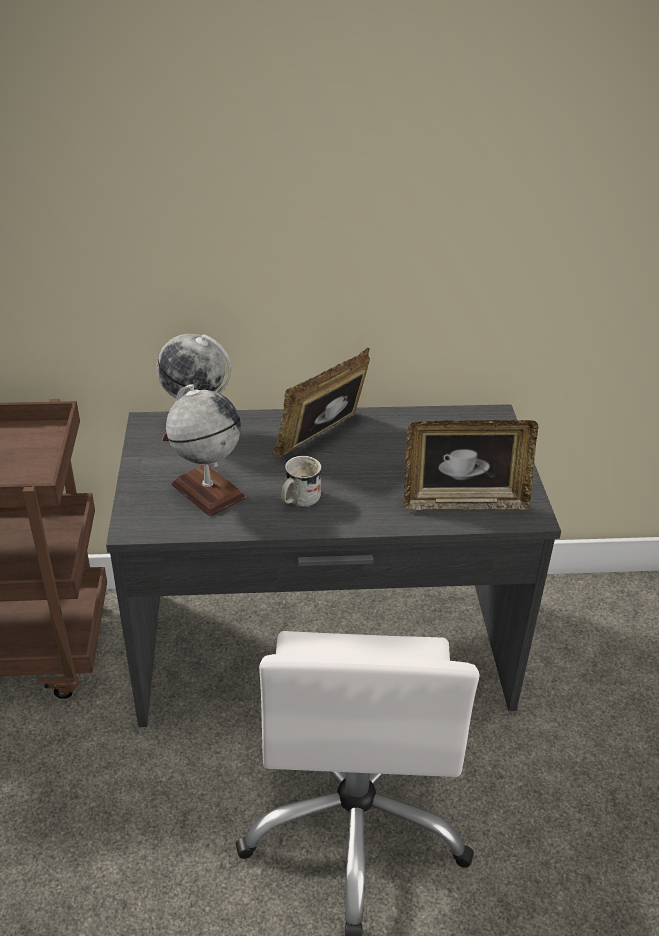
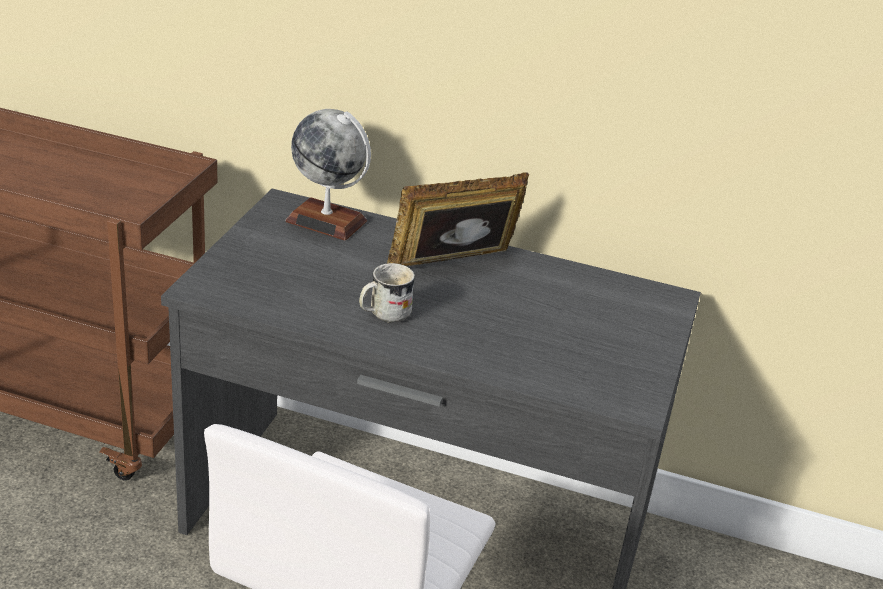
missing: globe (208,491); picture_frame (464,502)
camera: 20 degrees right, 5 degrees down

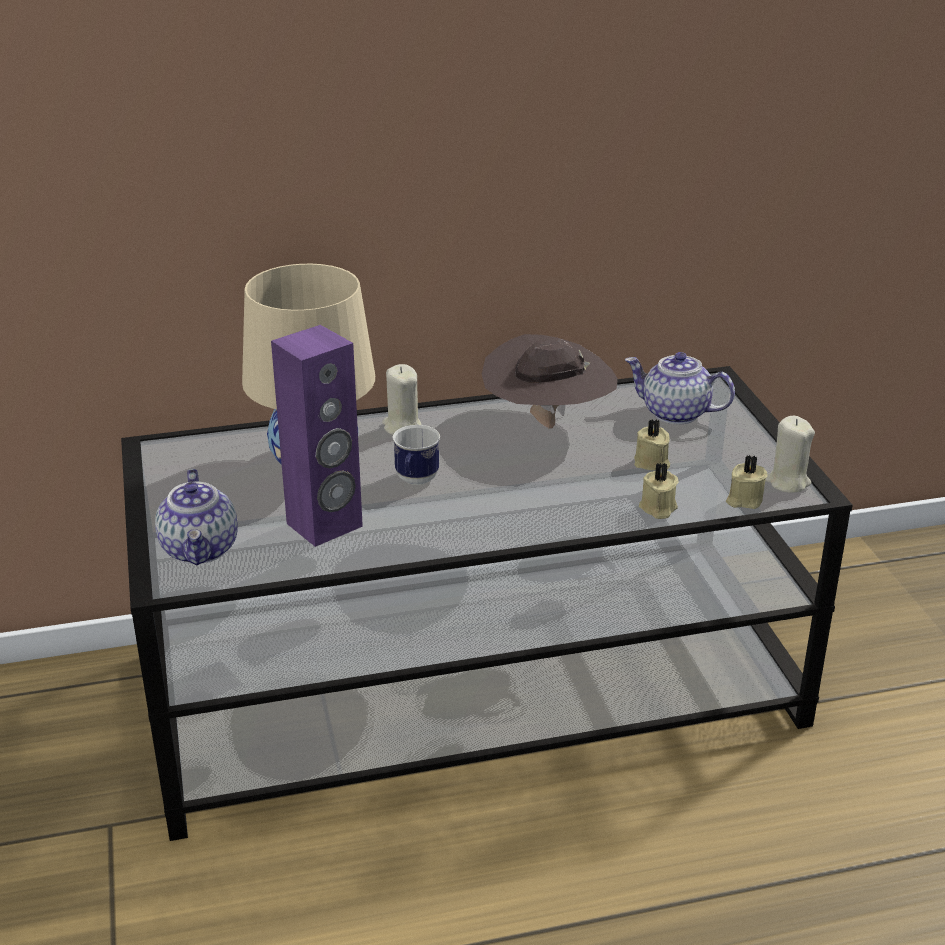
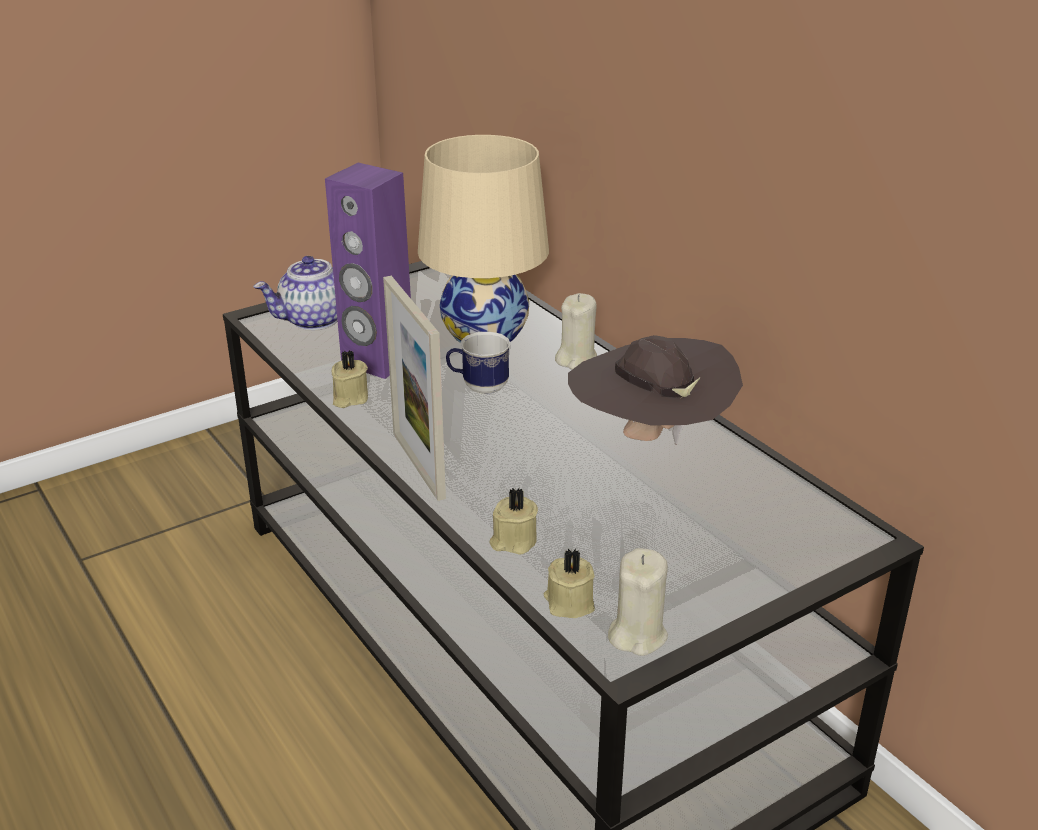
missing: teapot (674,413)
appeared: picture_frame (418,465)
relocated: beige_candle (652,463) to (349,398)
camera: 70 degrees right, 0 degrees up

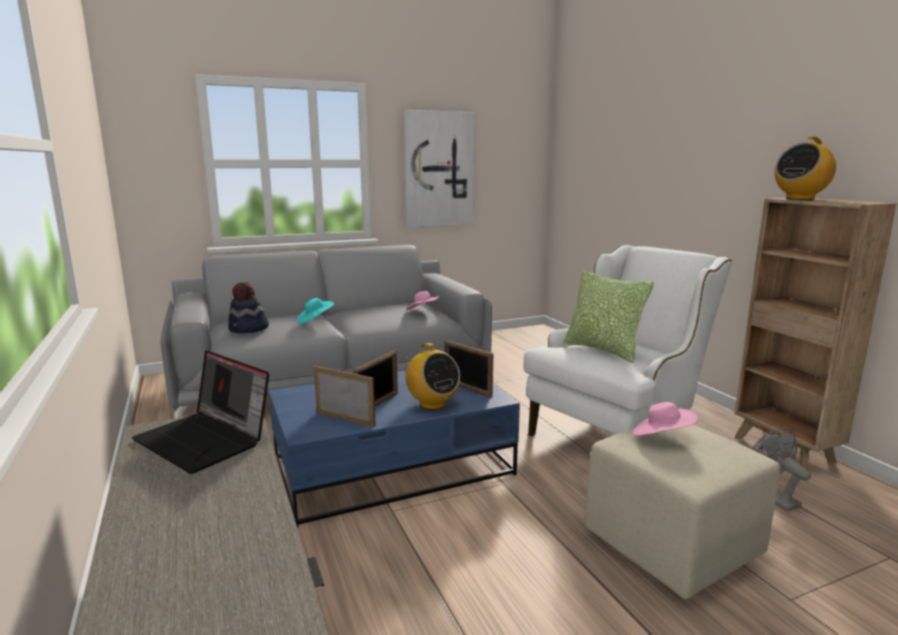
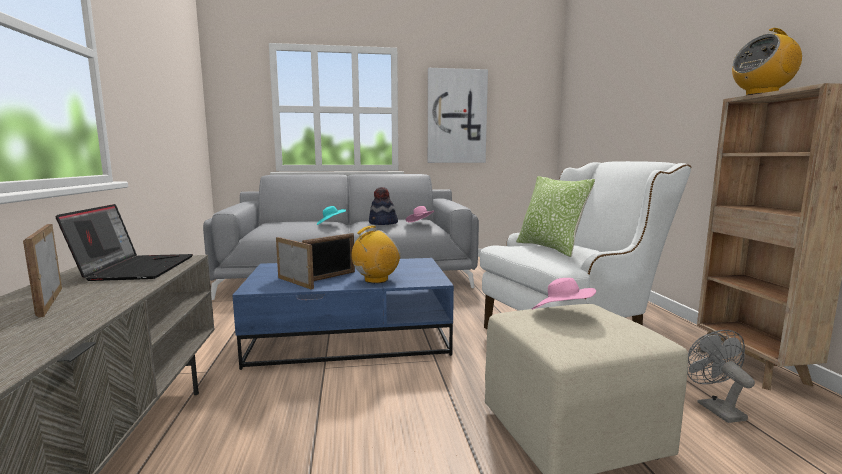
relocated: hat (248,329) to (383,223); picture_frame (467,389) to (50,301)
spun: laptop (206,440) = (135,268) 150 degrees counterclockwise; radio (432,404) = (376,280) 105 degrees counterclockwise
camera: 15 degrees right, 5 degrees down

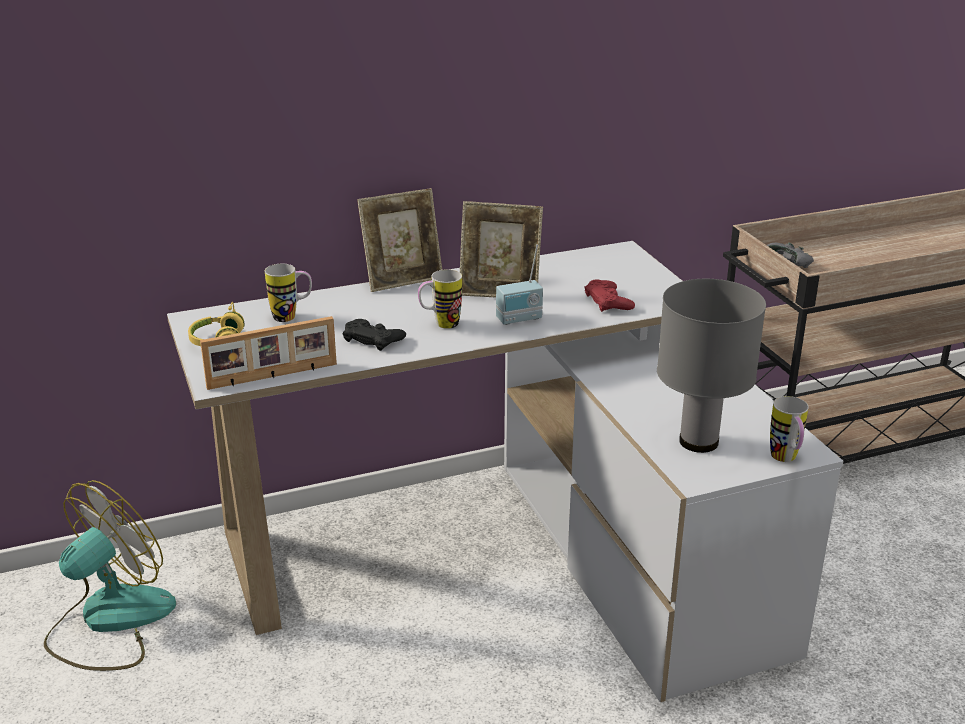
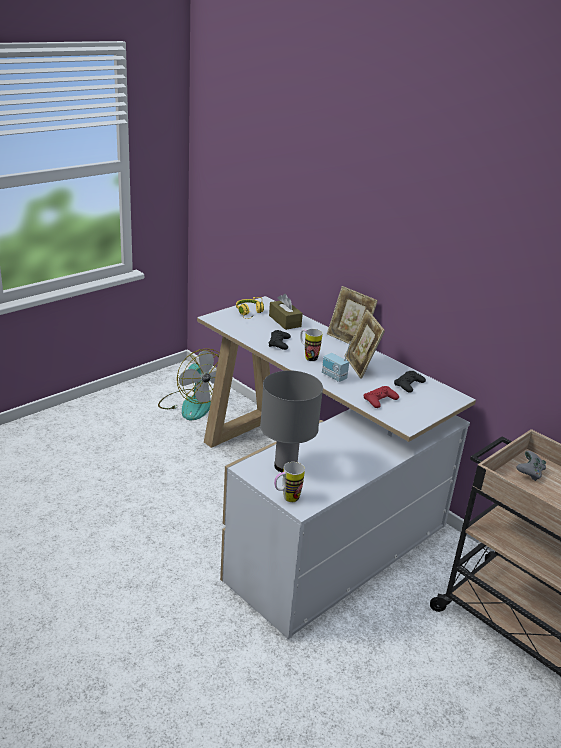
missing: picture_frame (273,376)
appeared: black_game_controller (409,384)
exchanged: mug (292,317) to brown_tissue_box (285,321)
spun: fan (109,621) = (191,404) 45 degrees clockwise
camera: 65 degrees right, 0 degrees up

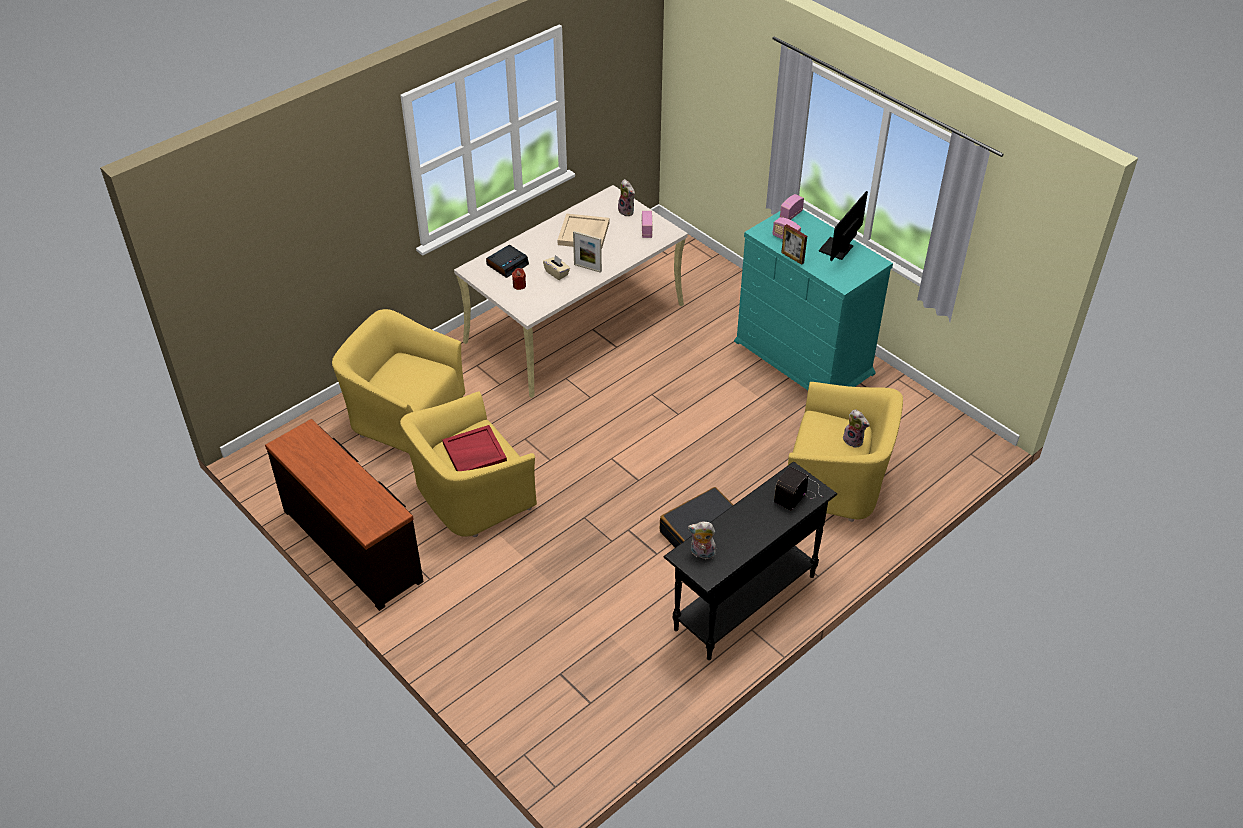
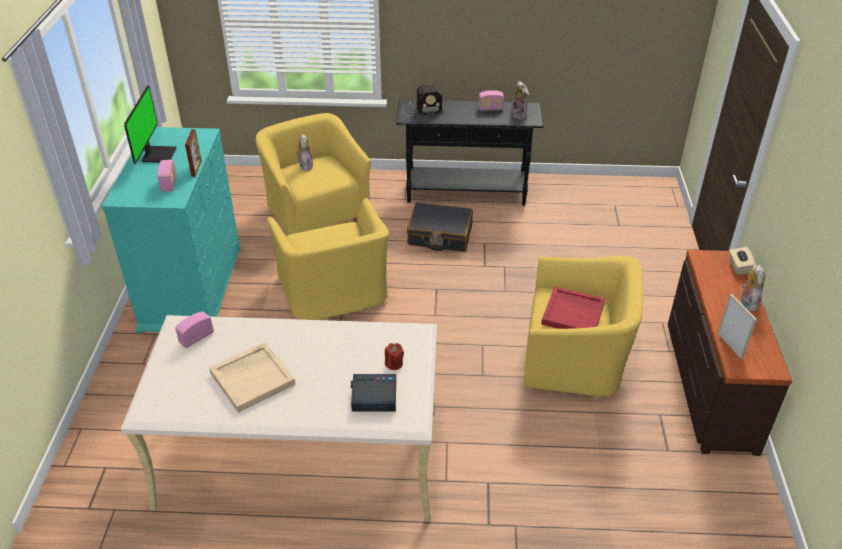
relocated: yellow_armchair (404,414) to (334,292); beige_tissue_box (557,273) to (739,267); picture_frame (587,268) to (730,346); plush_toy (627,211) to (747,302); radio (790,215) to (490,108)
spun: monitor (837,250) = (157,154) 75 degrees counterclockwise
camera: 135 degrees left, 5 degrees down

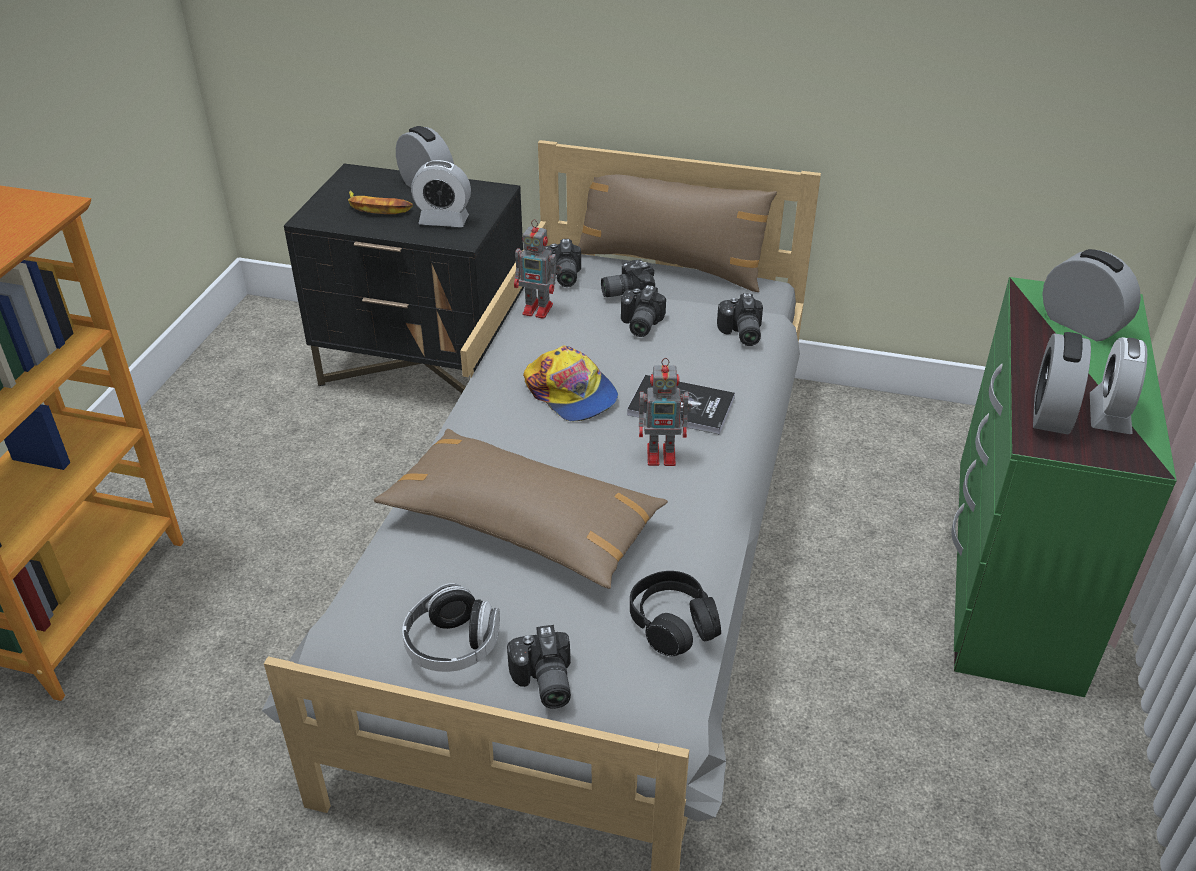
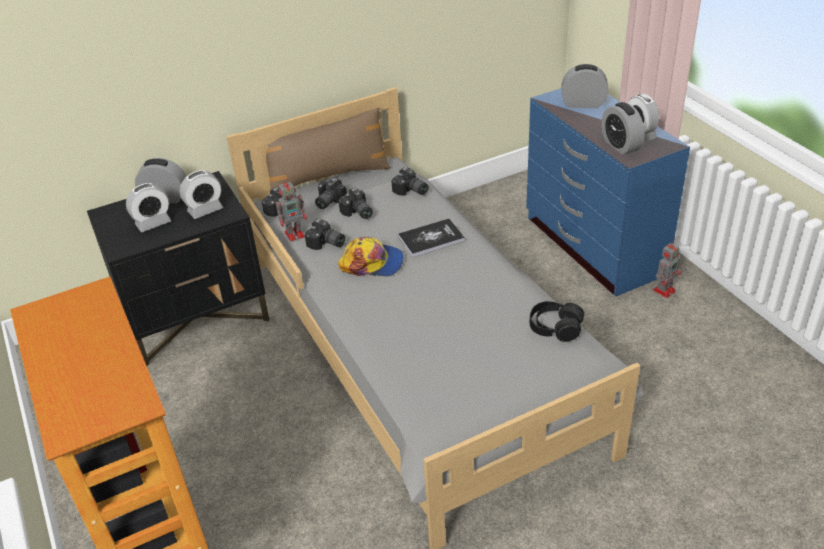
missing: brown_pillow (522,524); headphones (452,645)
relocated: photo_camera (542,683) to (326,244); toy_robot (663,455) to (664,290)
exchanged: banana (378,208) to alarm_clock (153,223)
colour: green_dresser (1011,579) to blue_dresser (593,246)
camera: 40 degrees left, 0 degrees up

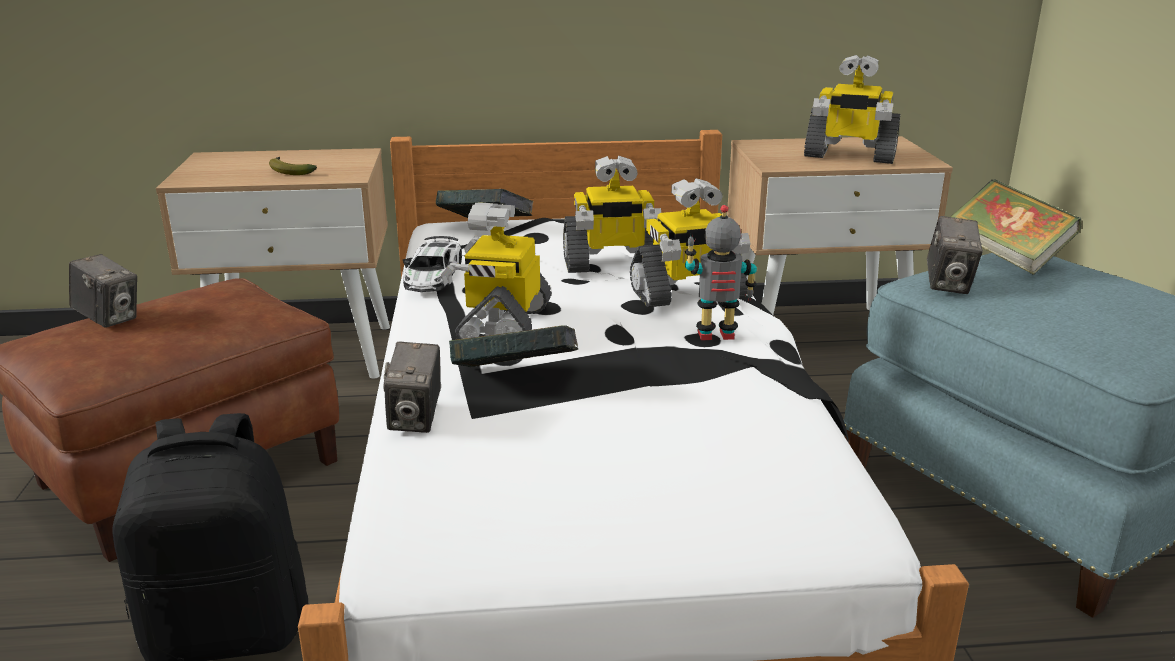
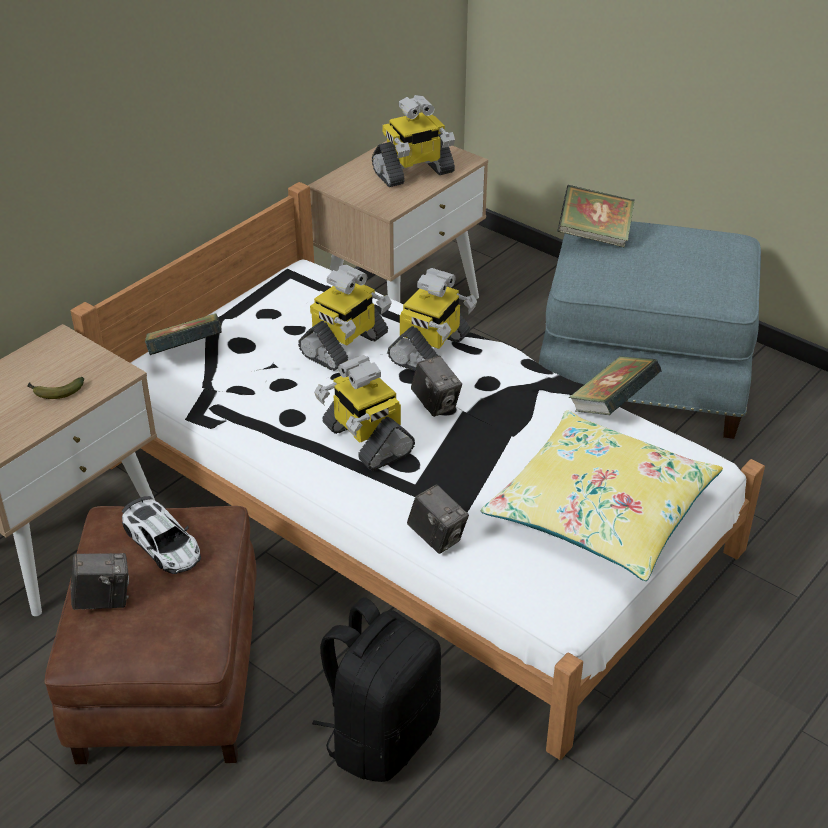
missing: toy_robot (716,336)
appeared: yellow_pillow (600,510)
relocated: toy_car (433,275) to (163,543); book (516,380) to (612,405); photo_camera (948,285) to (436,404)
camera: 45 degrees left, 15 degrees up

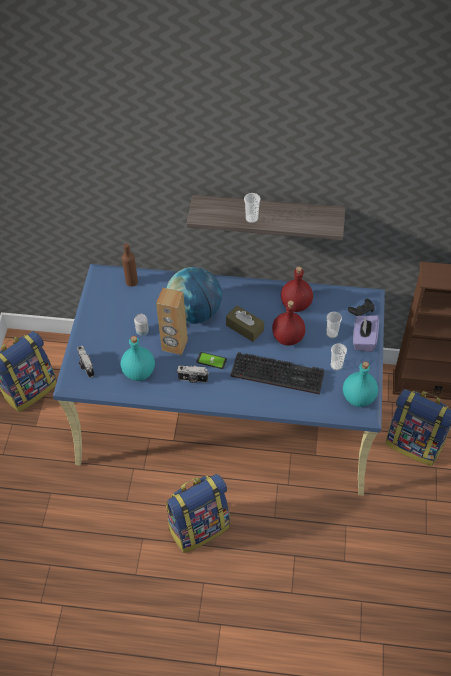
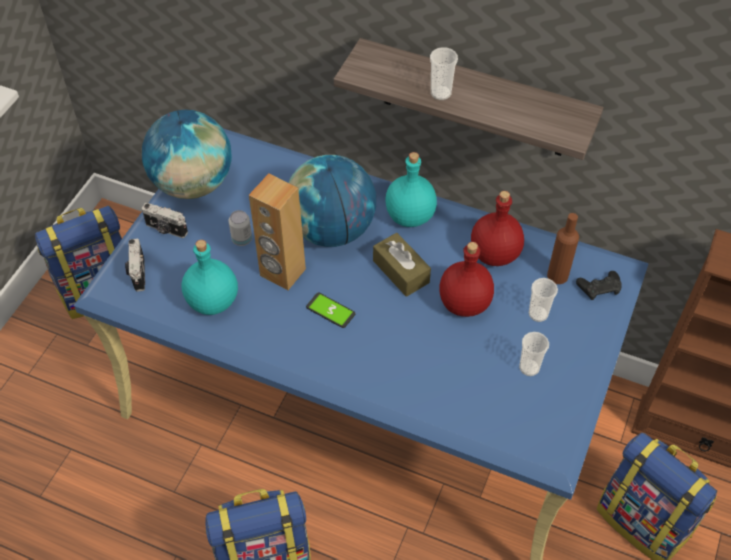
missing: keyboard (279,373); purple_tissue_box (364,340)
appeared: globe (192,184)
relocated: brown_bottle (131,281) to (557,275); photo_camera (193,379) to (166,229); turquoise_bottle (359,397) to (411,216)
camera: 15 degrees right, 0 degrees up

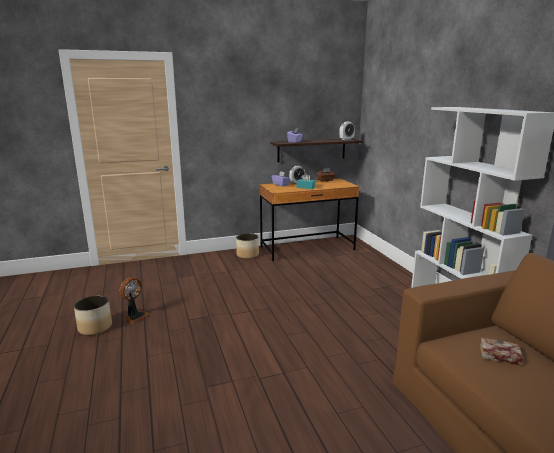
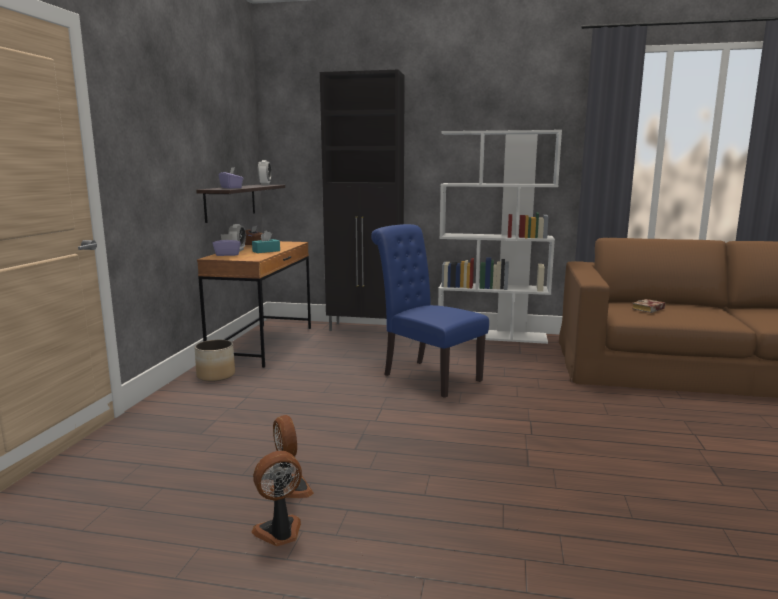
appeared: black_cabinet (366,329); blue_chair (426,376)
exchanged: planter (94,327) to fan (279,533)
camera: 60 degrees left, 5 degrees down

